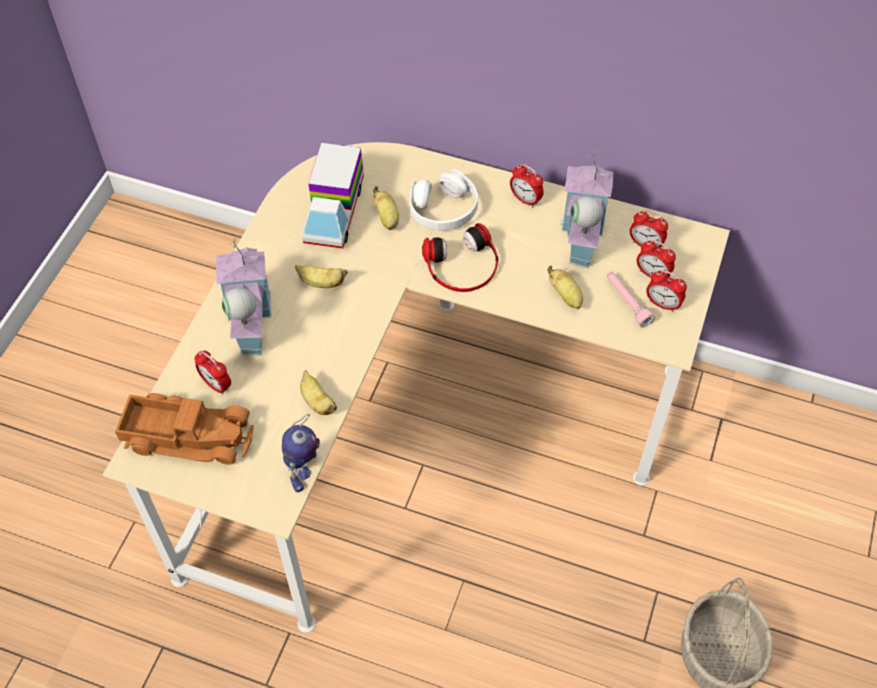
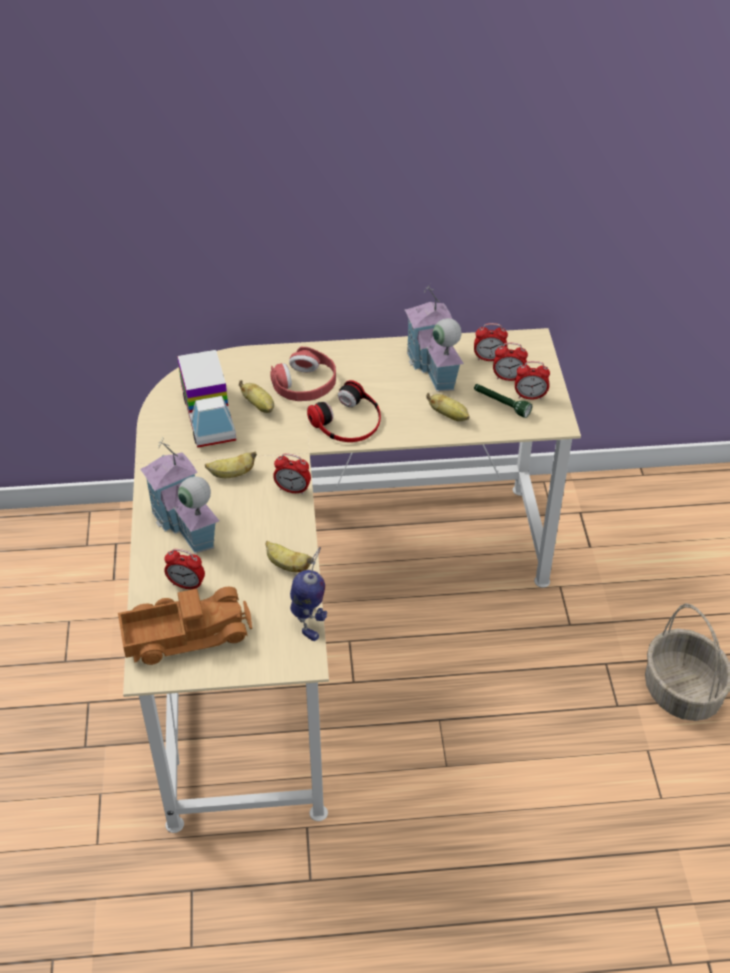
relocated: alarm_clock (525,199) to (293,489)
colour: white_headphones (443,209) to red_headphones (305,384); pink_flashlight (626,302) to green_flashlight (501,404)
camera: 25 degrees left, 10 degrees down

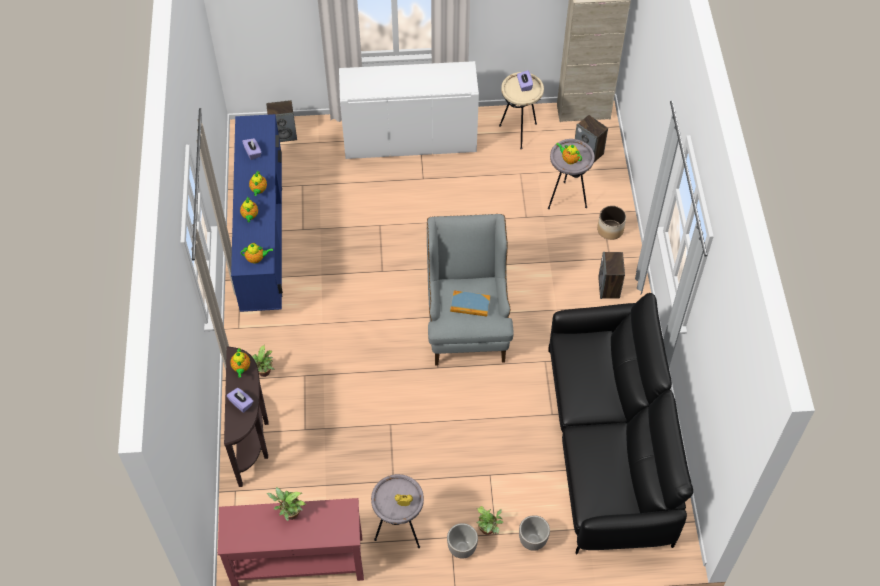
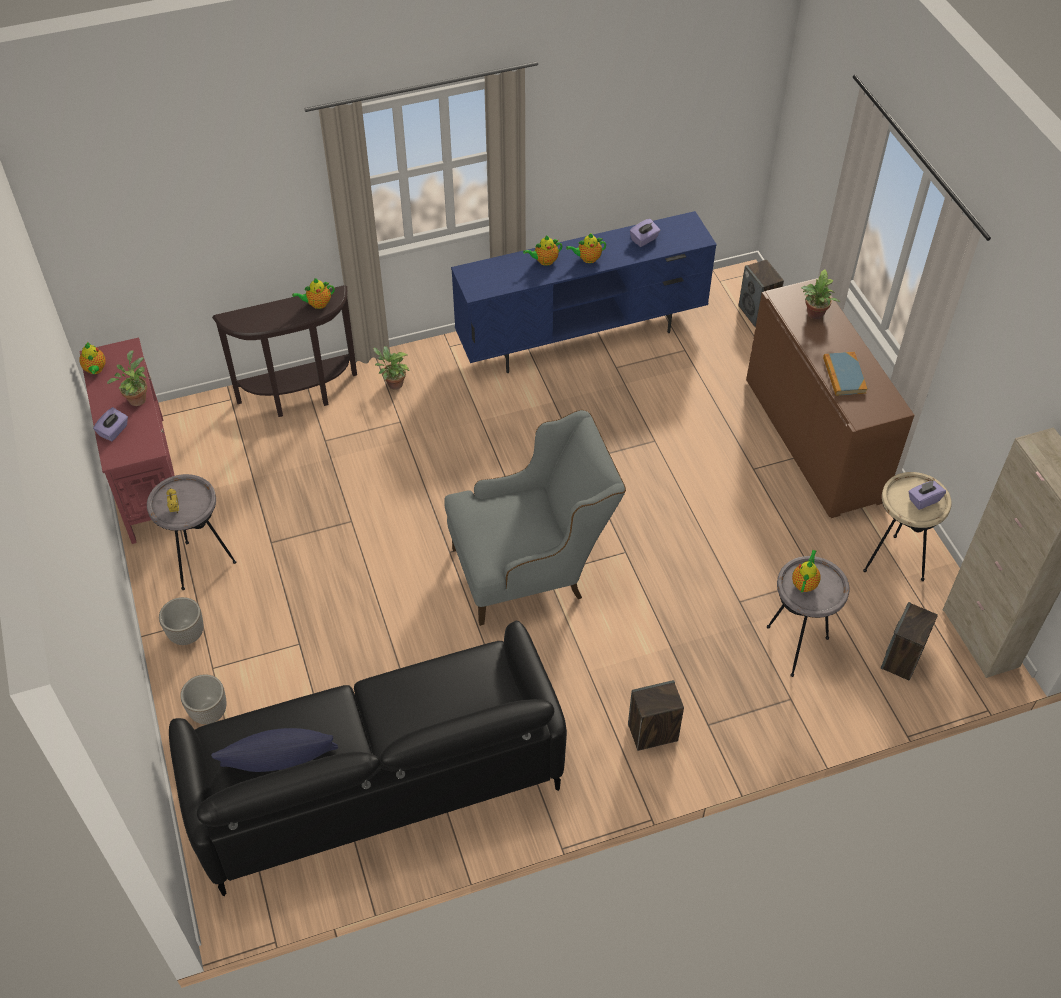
missing: planter (610,230)
appeared: blue_pillow (280,763)
relocated: purple_tissue_box (241,403) to (114,431); teapot (256,259) to (95,370); book (470,305) to (844,375); potted_plant (489,530) to (814,315)
colour: white_cabinet (410,140) to brown_cabinet (813,440)
camera: 75 degrees right, 5 degrees down

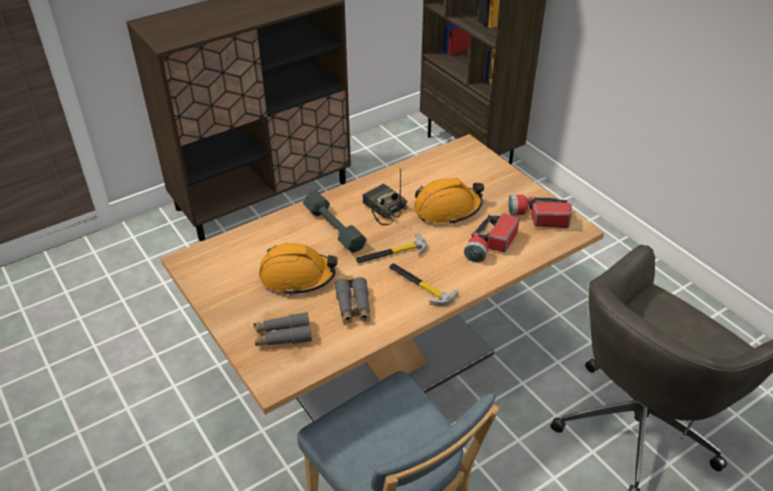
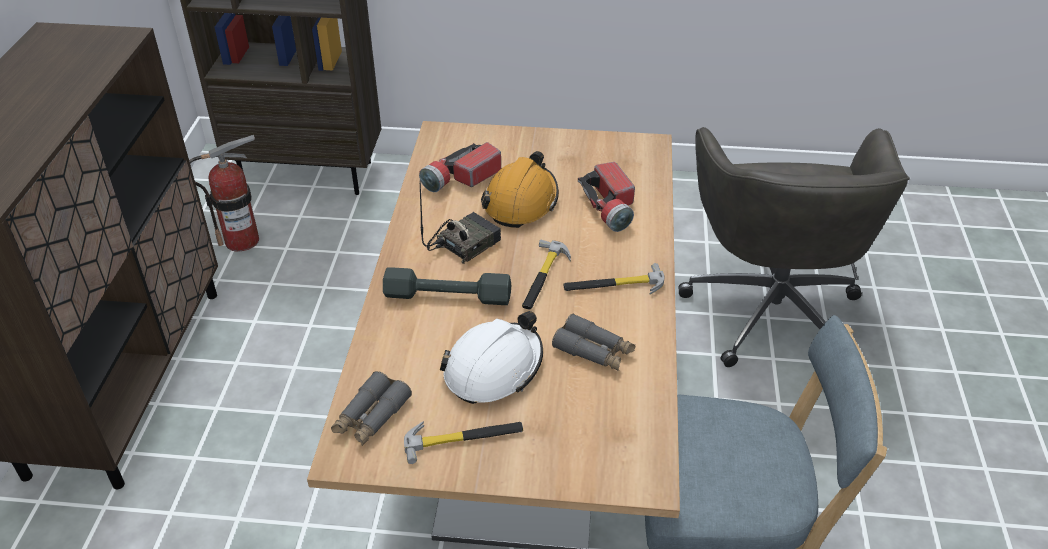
appeared: fire_extinguisher (242,240); hammer (463,438)
relocated: grey_binoculars (282,336) to (371,416); flashlight (538,217) to (461,178)
colour: orange_hard_hat (297,276) to white_hard_hat (494,368)
spun: radio (383,209) = (463,243) 135 degrees clockwise
camera: 50 degrees left, 0 degrees up

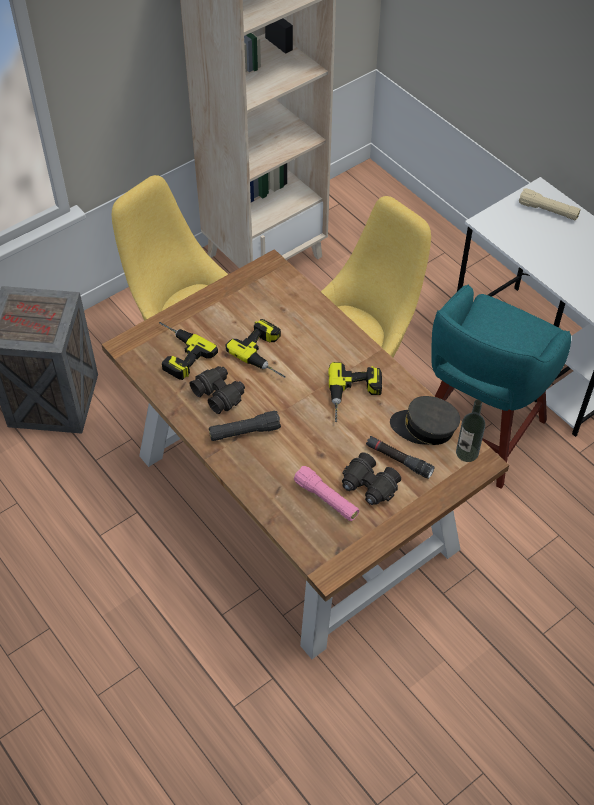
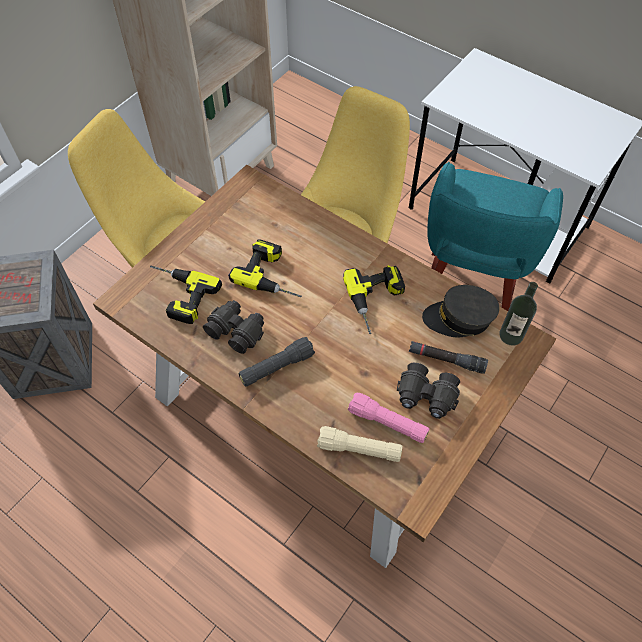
relocated: beige_flashlight (548,211) to (359,449)
camera: 15 degrees left, 5 degrees up

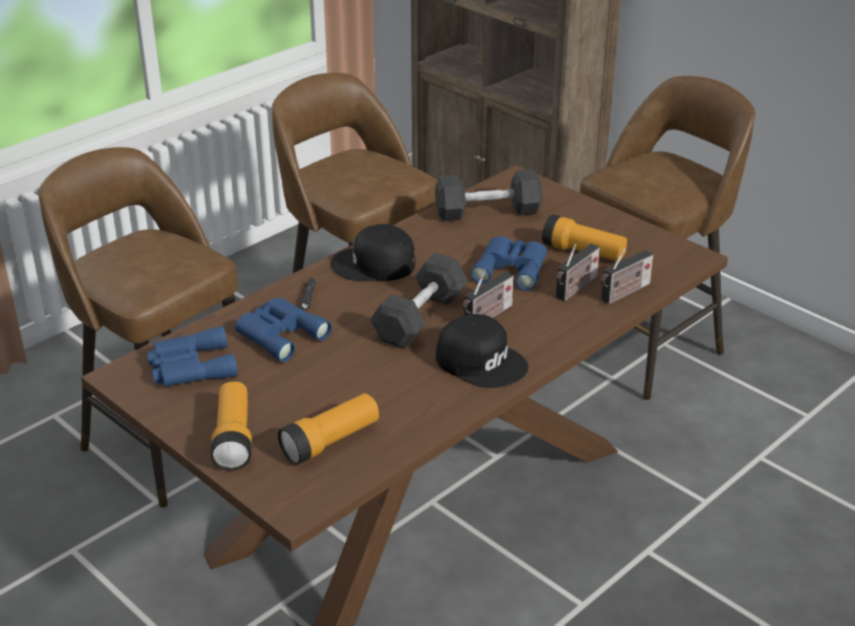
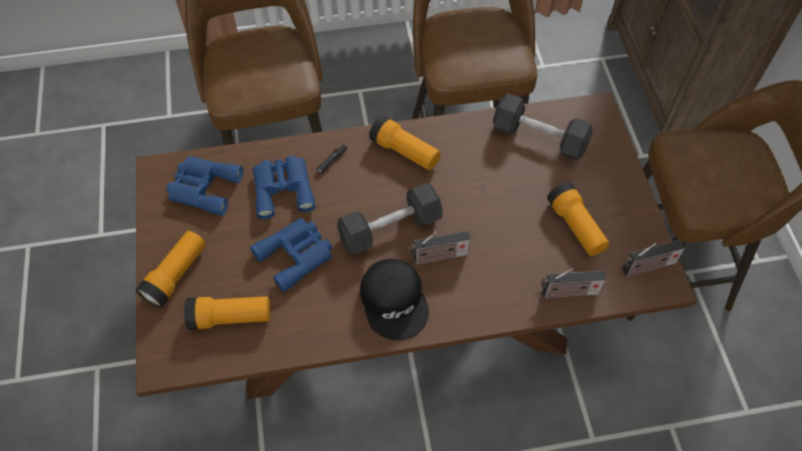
relocated: blue_binoculars (512,268) to (297,255); radio (575,288) to (646,267)
exchanged: black_cap (374,265) to flashlight (405,152)
camera: 35 degrees right, 25 degrees up

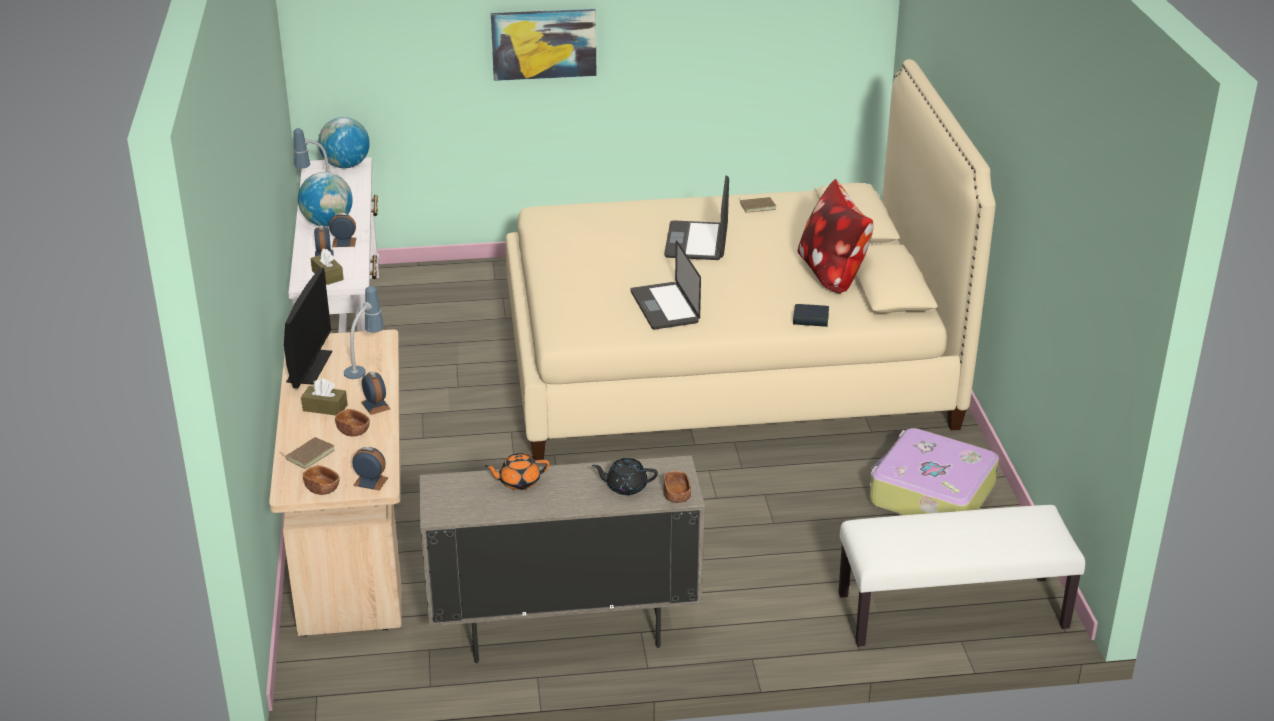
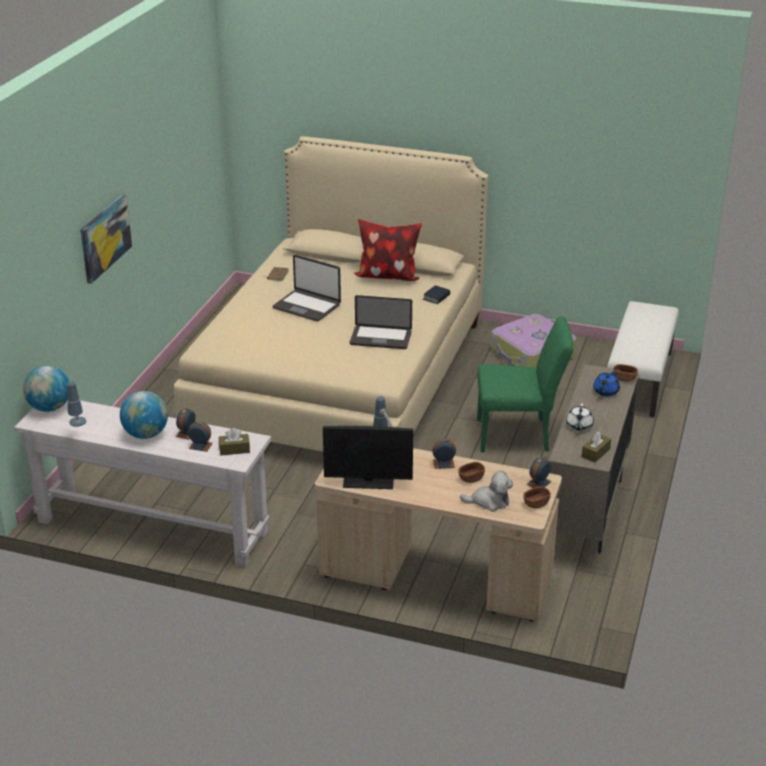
appeared: green_chair (519,435)
relocated: brown_tissue_box (325,408) to (595,453)
exchanged: brown_book (309,454) to plush_toy (489,502)
colour: orange_teapot (518,482) to white_teapot (579,426); black_teapot (625,486) to blue_teapot (605,392)
spun: monitor (309,366) = (368,481) 150 degrees clockwise
camera: 65 degrees left, 0 degrees up

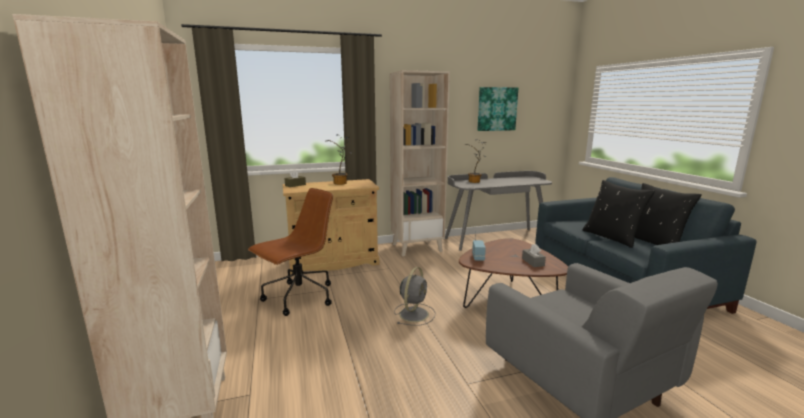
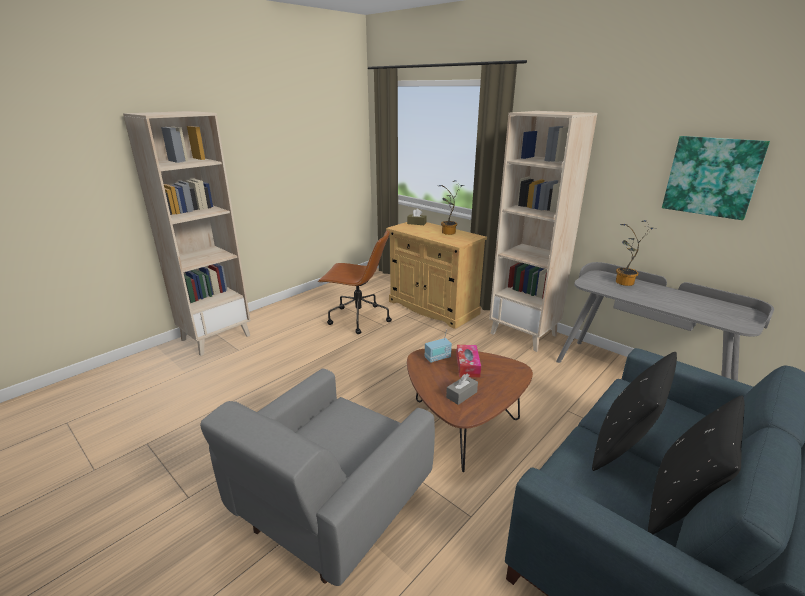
missing: grey_fan (414,313)
appeared: tissue_box (467,366)
camera: 60 degrees right, 10 degrees up

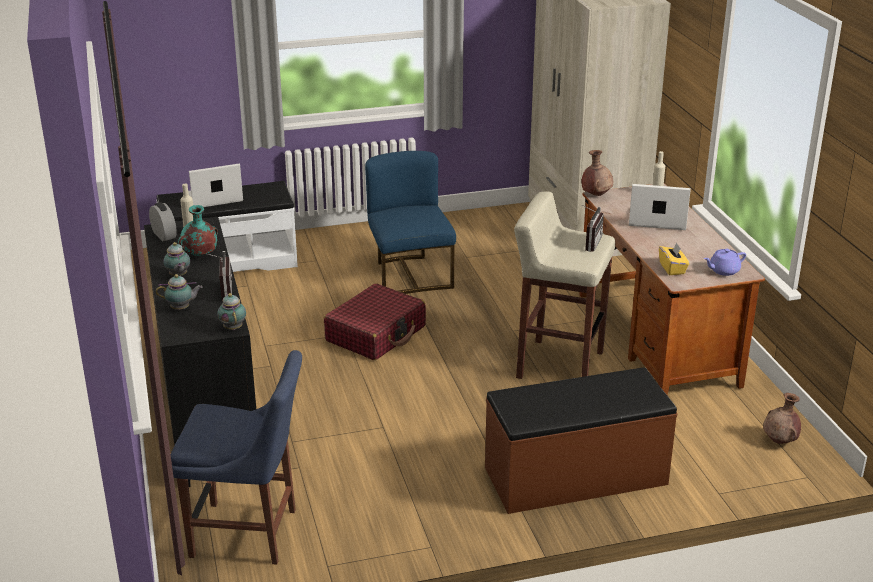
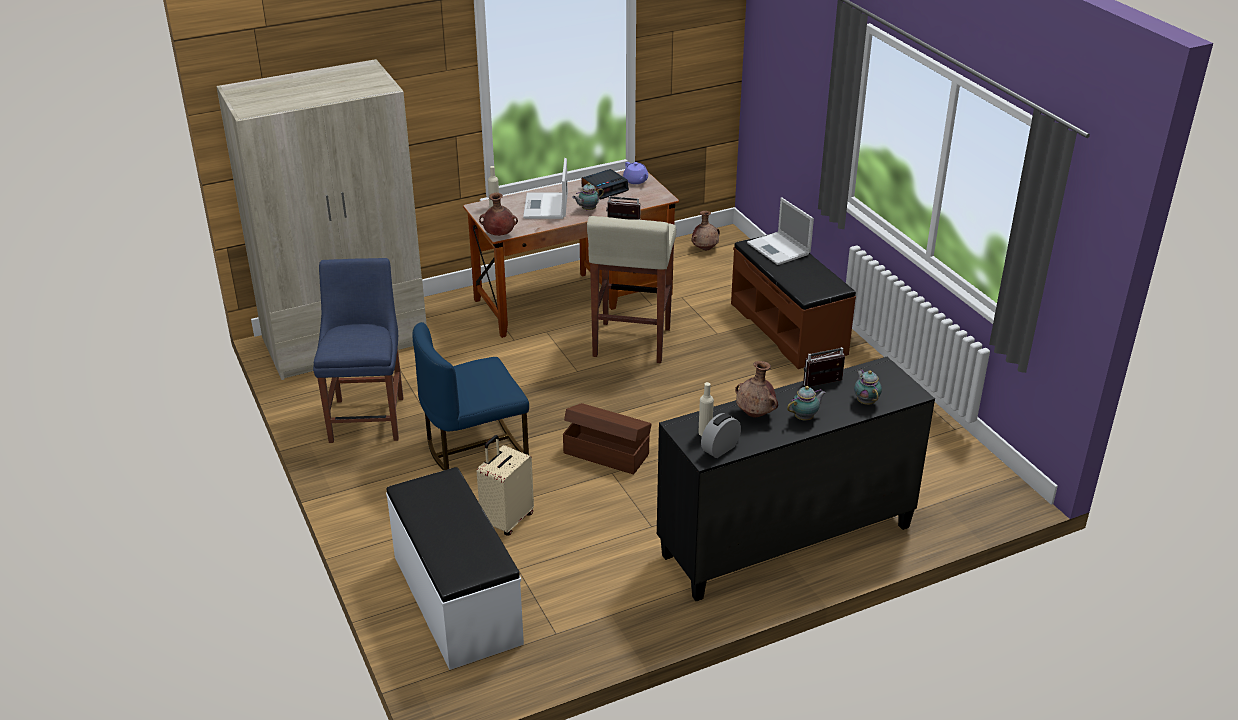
missing: yellow_tissue_box (672,268)
appeared: beige_suitcase (507,520); alarm_clock (605,188)
relocated: blue_chair (249,534) to (368,416); laptop (213,198) to (779,249); teapot (233,327) to (587,210)
exchanged: red_suitcase (376,334) to brown_storage_box (606,452)
colour: turquoise_vase (199,255) to brown_vase (755,414)
camera: 100 degrees left, 5 degrees up

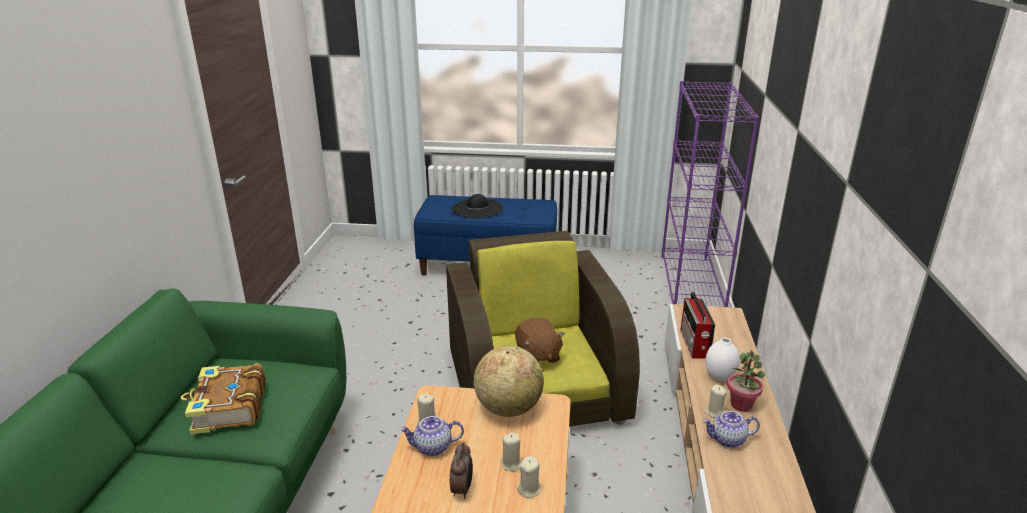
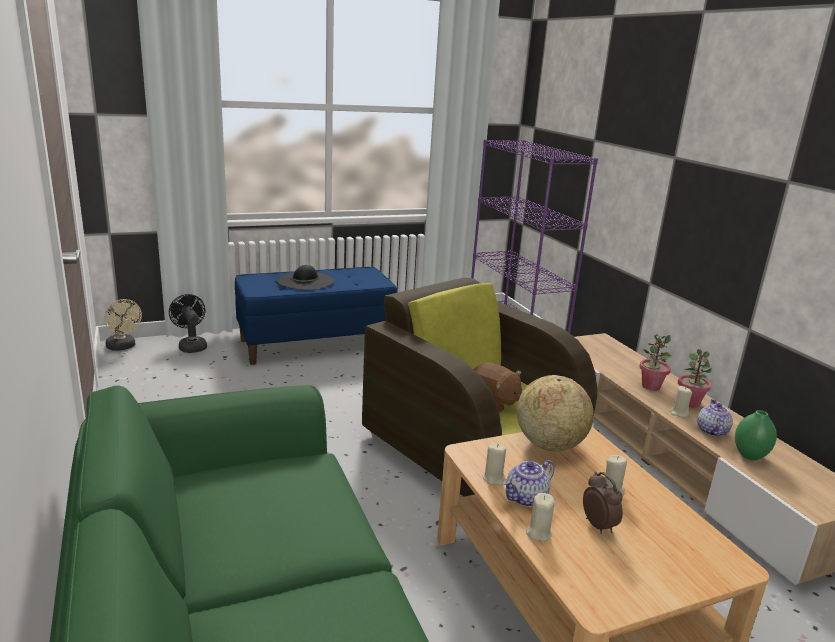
missing: book (228,408); radio (694,344)
appeared: beige_fan (123,347); black_fan (191,346); green_vase (749,455)
relocated: beige_candle (529,489) to (538,533)
exchanged: white_vase (719,377) to potted_plant (650,386)
spun: teapot (728,440) = (711,431) 135 degrees clockwise
camera: 30 degrees left, 5 degrees down

